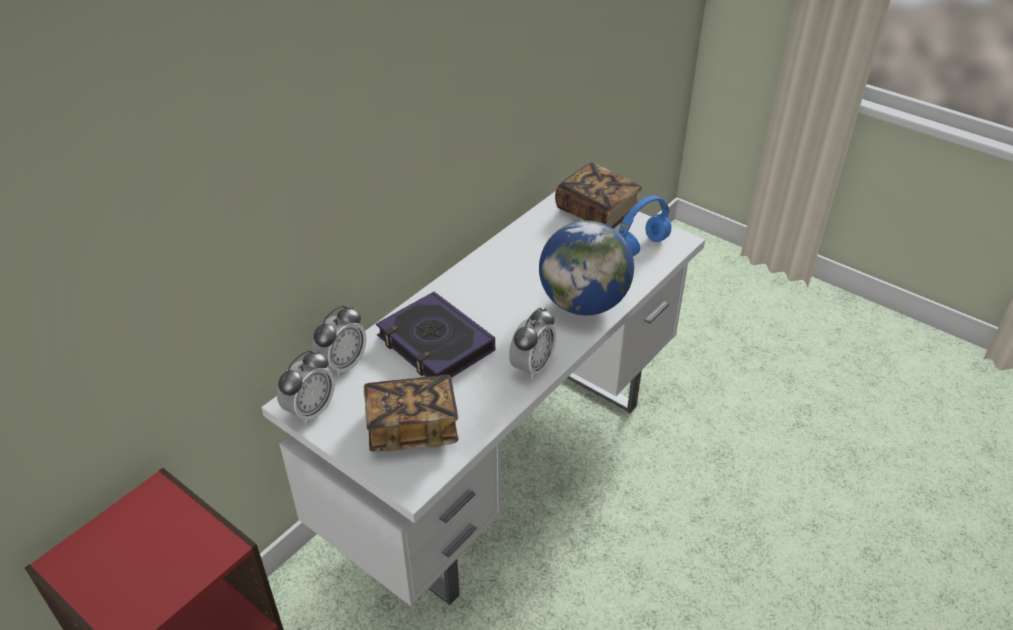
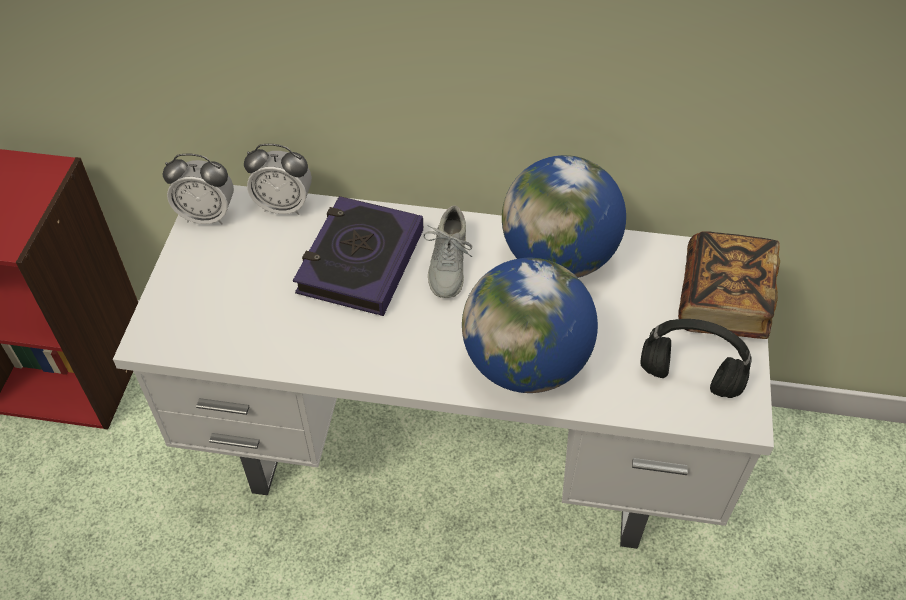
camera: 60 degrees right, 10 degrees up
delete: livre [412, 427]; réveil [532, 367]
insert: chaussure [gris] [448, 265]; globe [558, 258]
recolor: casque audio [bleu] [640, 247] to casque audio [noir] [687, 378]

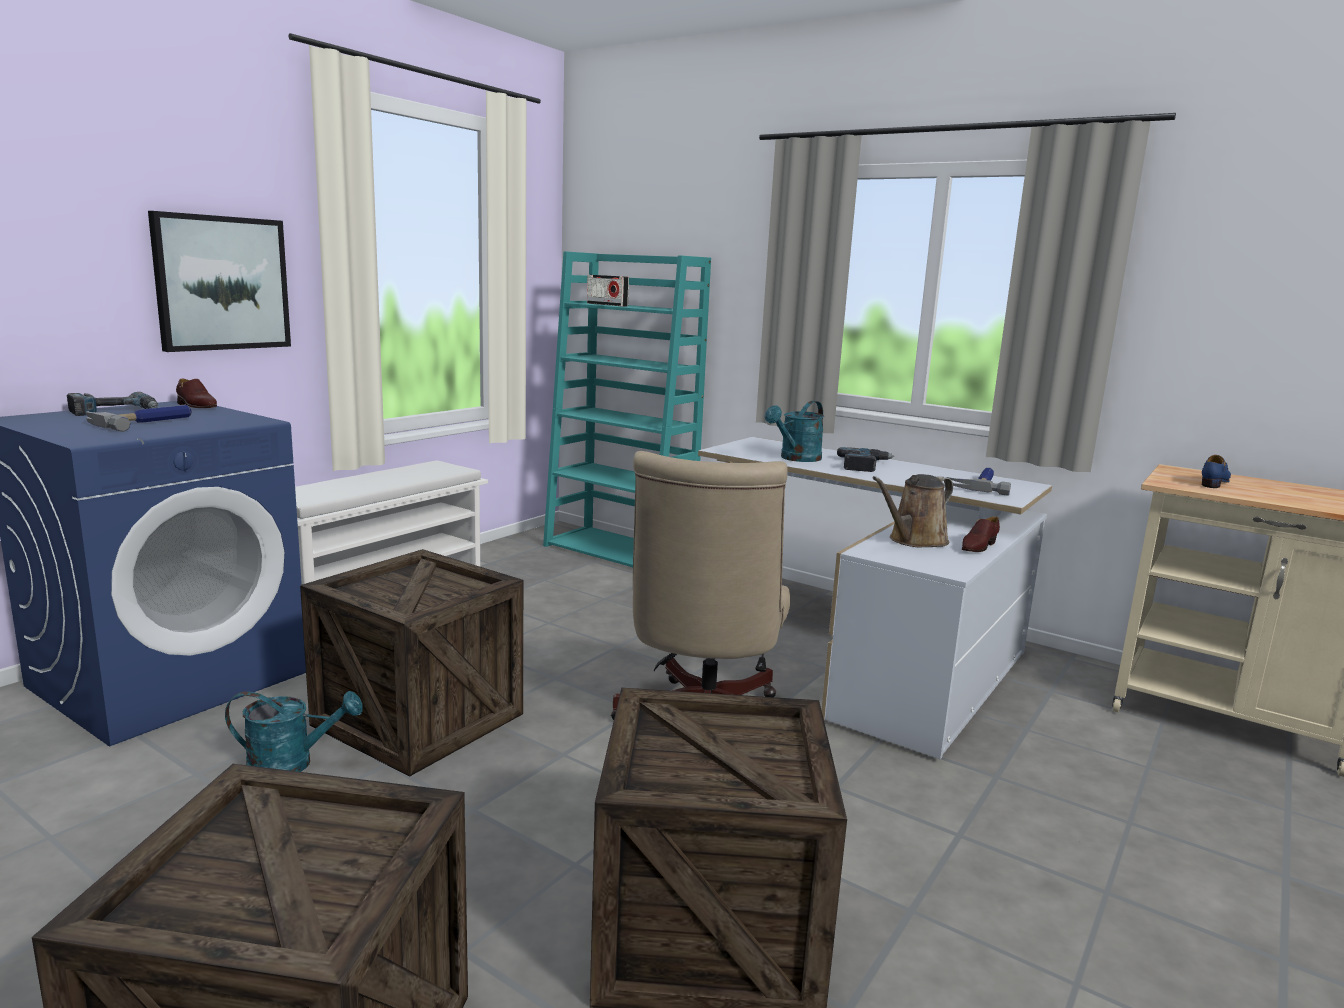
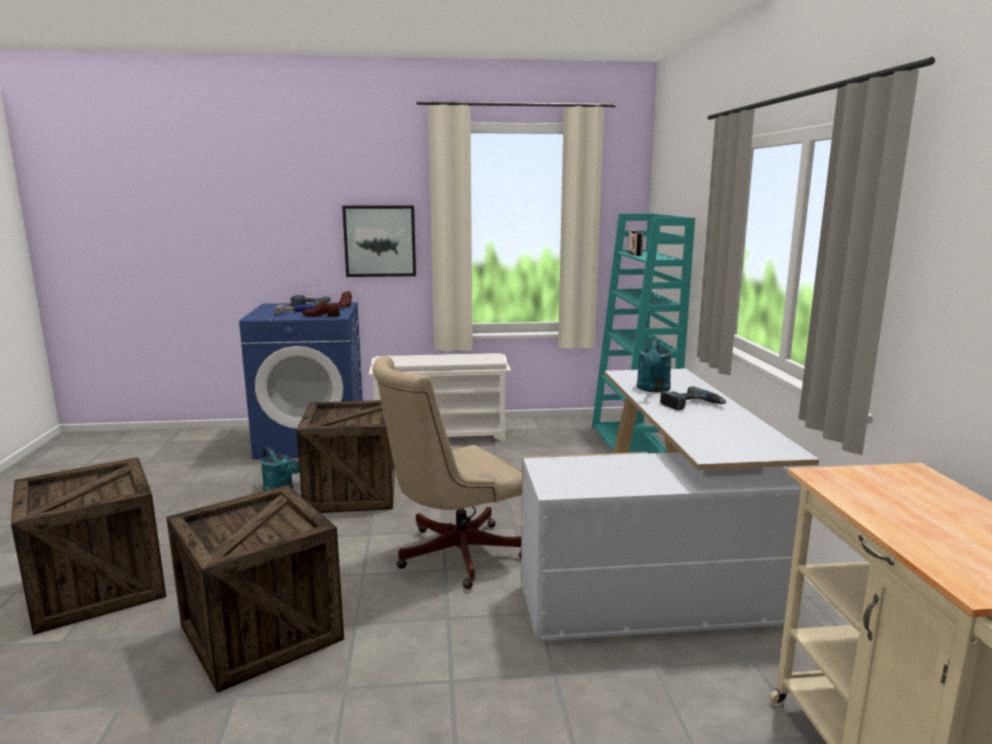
camera: 50 degrees right, 0 degrees up
delete: arrosoir [marron] [914, 541]; marteau [980, 485]; chaussure [bleu] [1214, 482]
move: chaussure [marron] [978, 546] to [321, 316]
rotate: arrosoir [turquoise] [796, 459] = [653, 389] 75 degrees counterclockwise

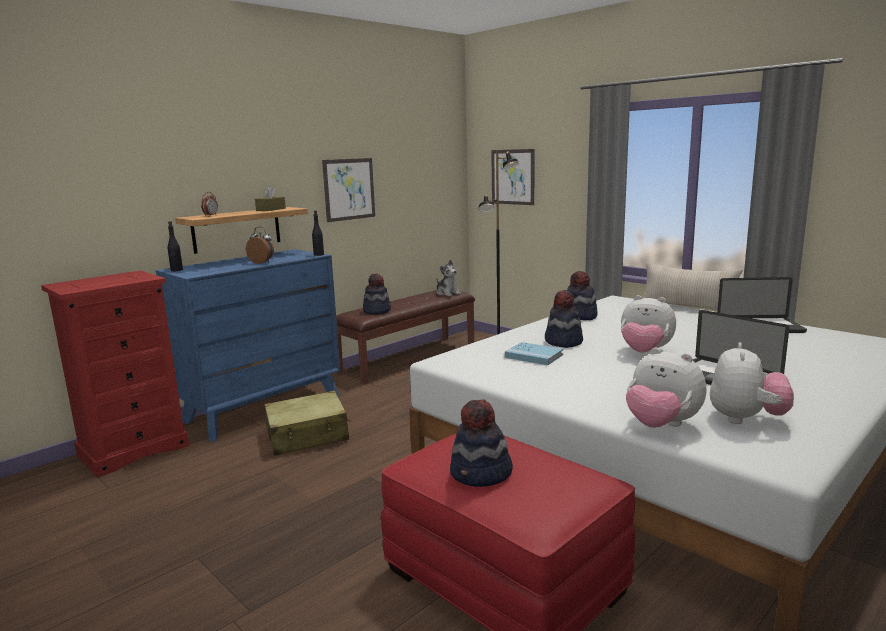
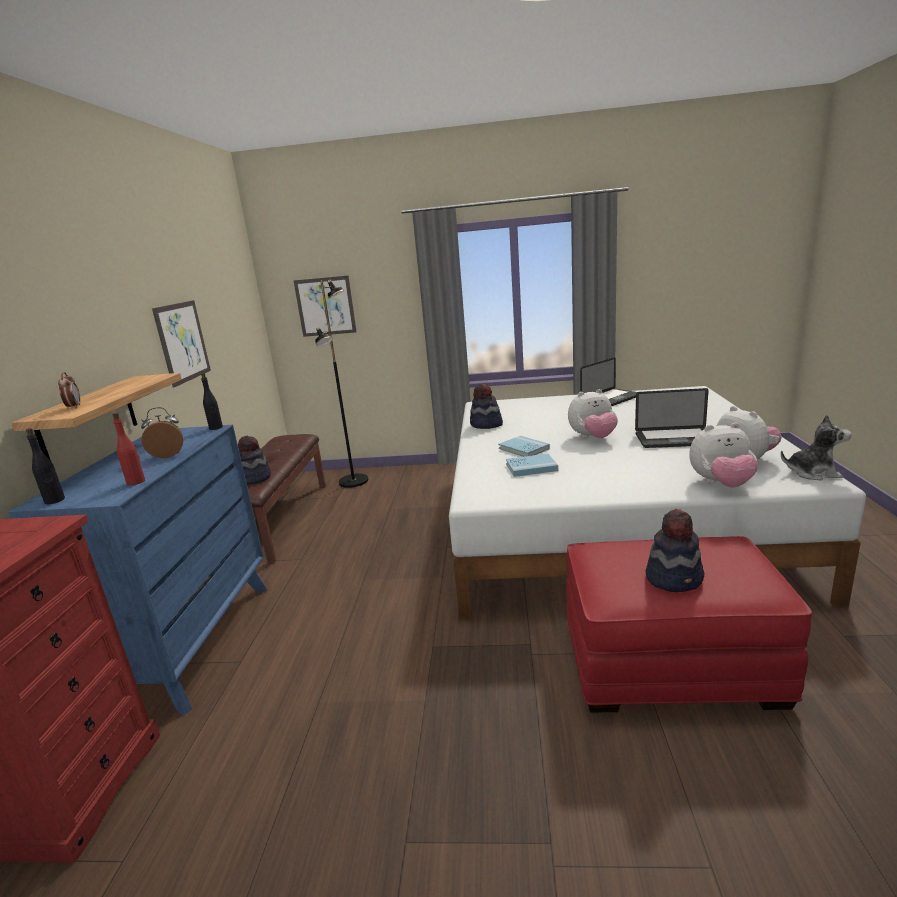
camera: 40 degrees left, 5 degrees up
delete: boîte à mouchoirs [marron] [271, 209]; valise [beige] [308, 436]; coussin [beige] [687, 307]
insert: bouteille [rouge] [136, 482]
move: peluche [447, 293] to [812, 473]
replace: chapeau [563, 342] to livre [bleu] [523, 449]

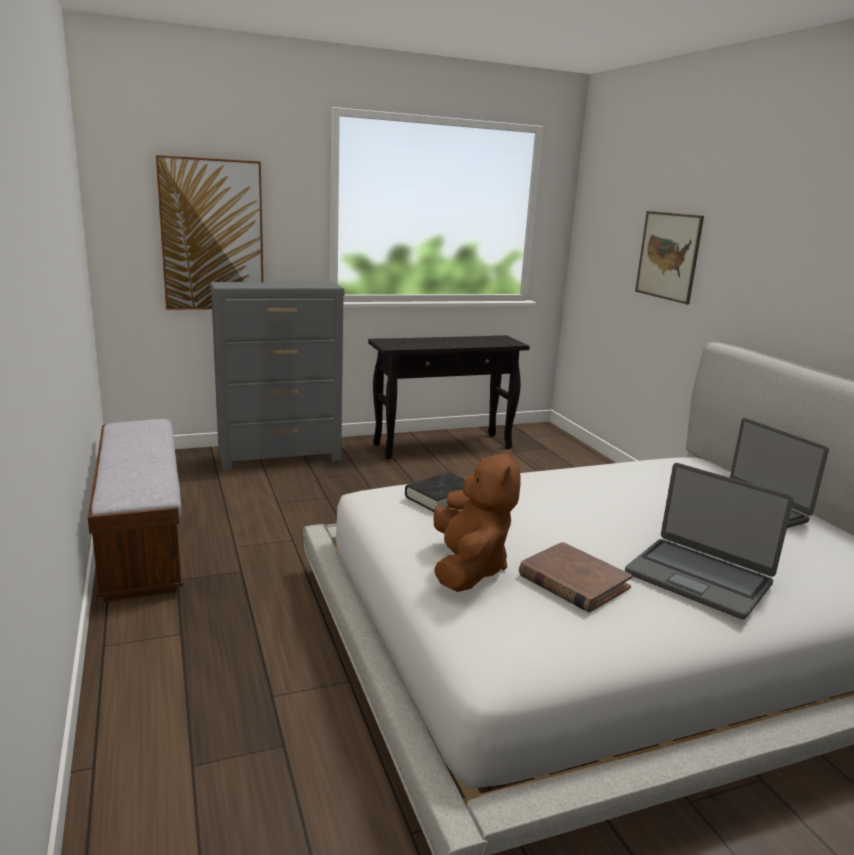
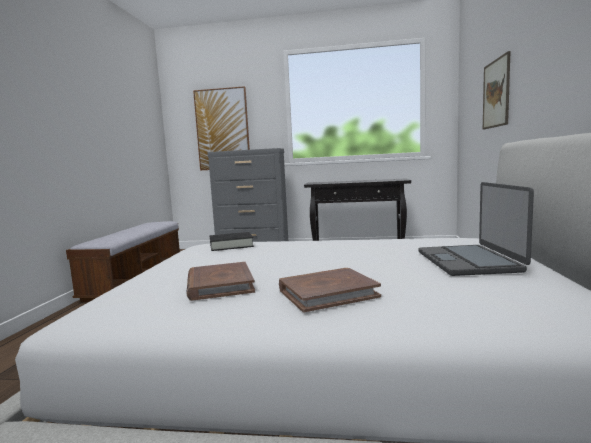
camera: 30 degrees right, 10 degrees down
delete: peluche [marron] [468, 568]
replace: ordinateur portable [698, 578] to livre [marron] [327, 293]

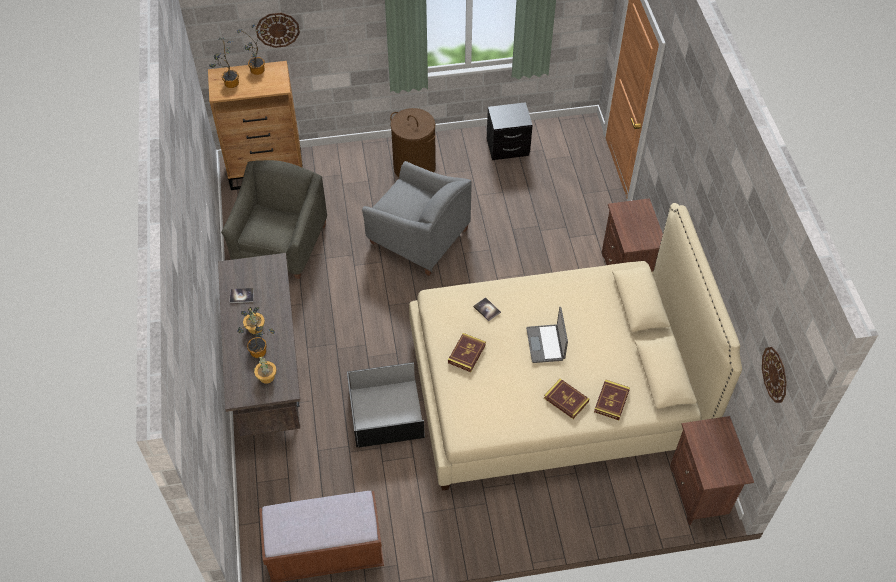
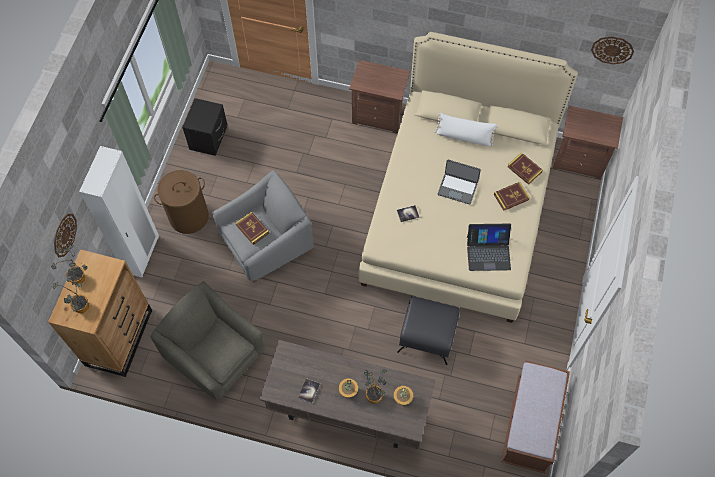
camera: 65 degrees left, 10 degrees up
insert: armoire [blanc] [142, 255]; coussin [blanc] [464, 137]; ordinateur portable [488, 252]
move: livre [466, 354] to [252, 229]
replace: boîte de rangement [noir] [386, 414] to pouf [noir] [428, 335]

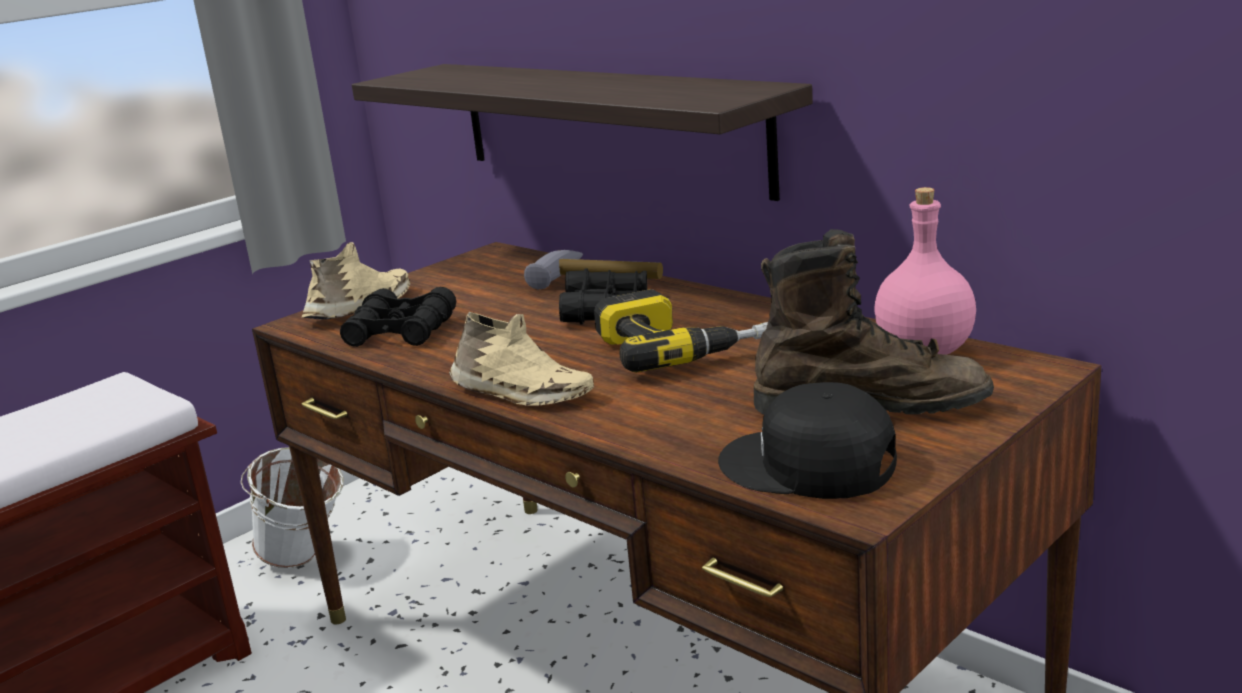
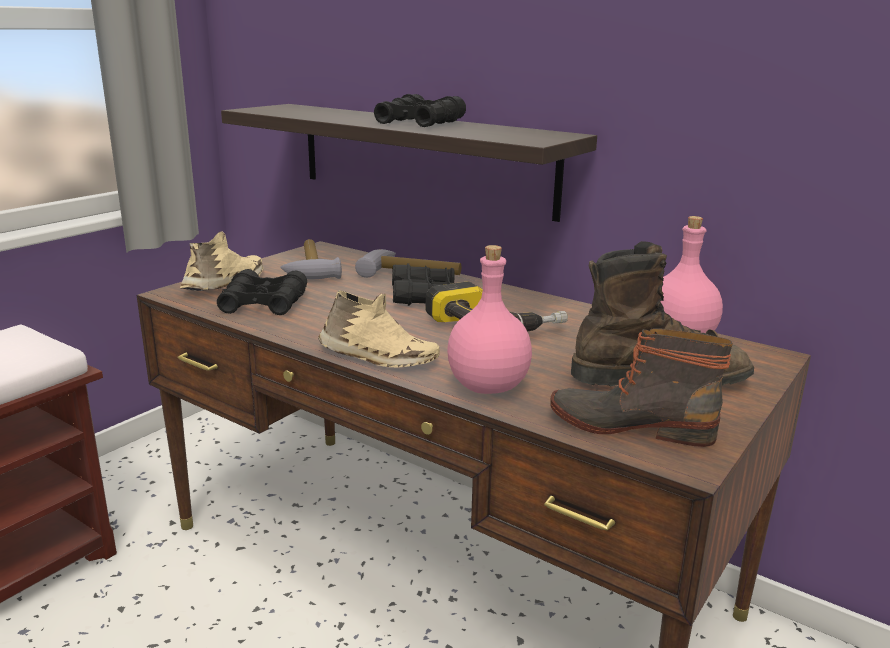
camera: 10 degrees left, 0 degrees up
delete: seau [blanc] [306, 560]
insert: marteau [309, 267]; jumelles [noir] [419, 123]; bouteille [rose] [488, 386]
replace: casquette [noir] [808, 465] to botte [631, 424]

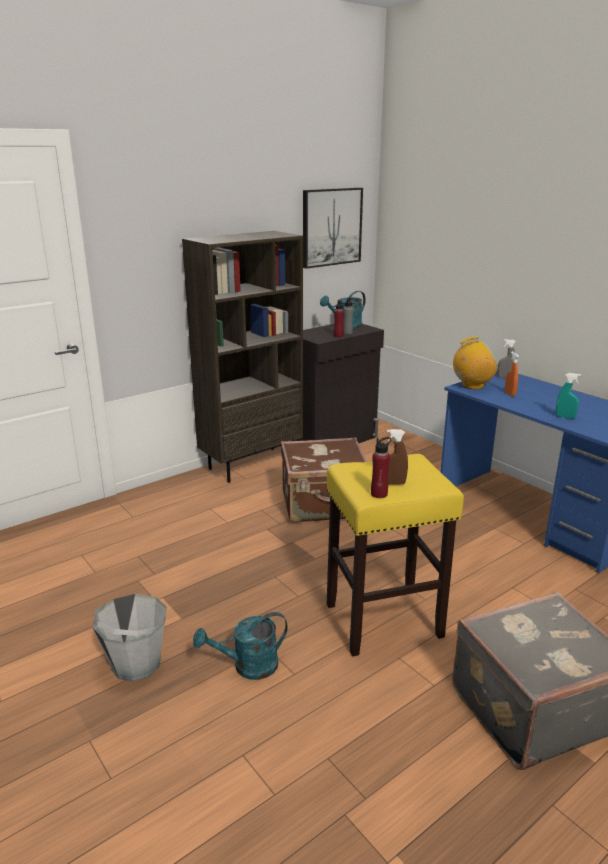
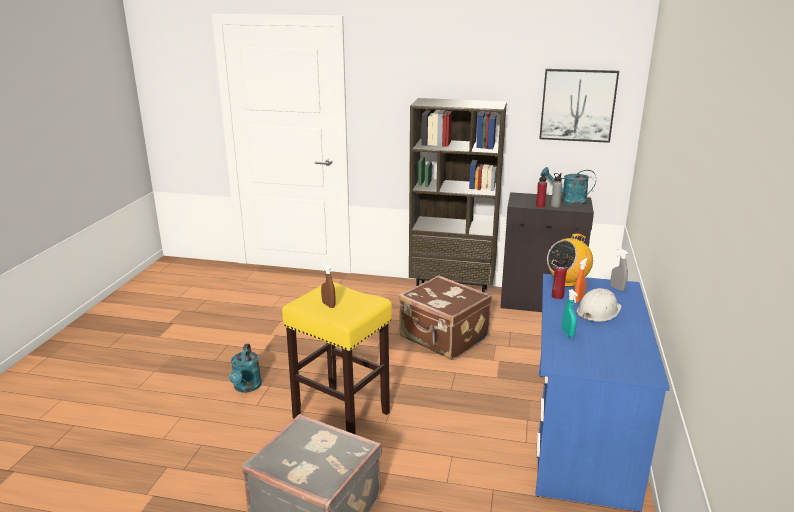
camera: 50 degrees right, 0 degrees up
delete: seau [gris] [135, 663]
insert: casque de chantier [blanc] [598, 311]
move: bouteille [rouge] [379, 494] to [557, 296]
rotate: arrosoir [turquoise] [248, 667] = [246, 387] 120 degrees counterclockwise; radio [472, 385] = [567, 282] 105 degrees clockwise

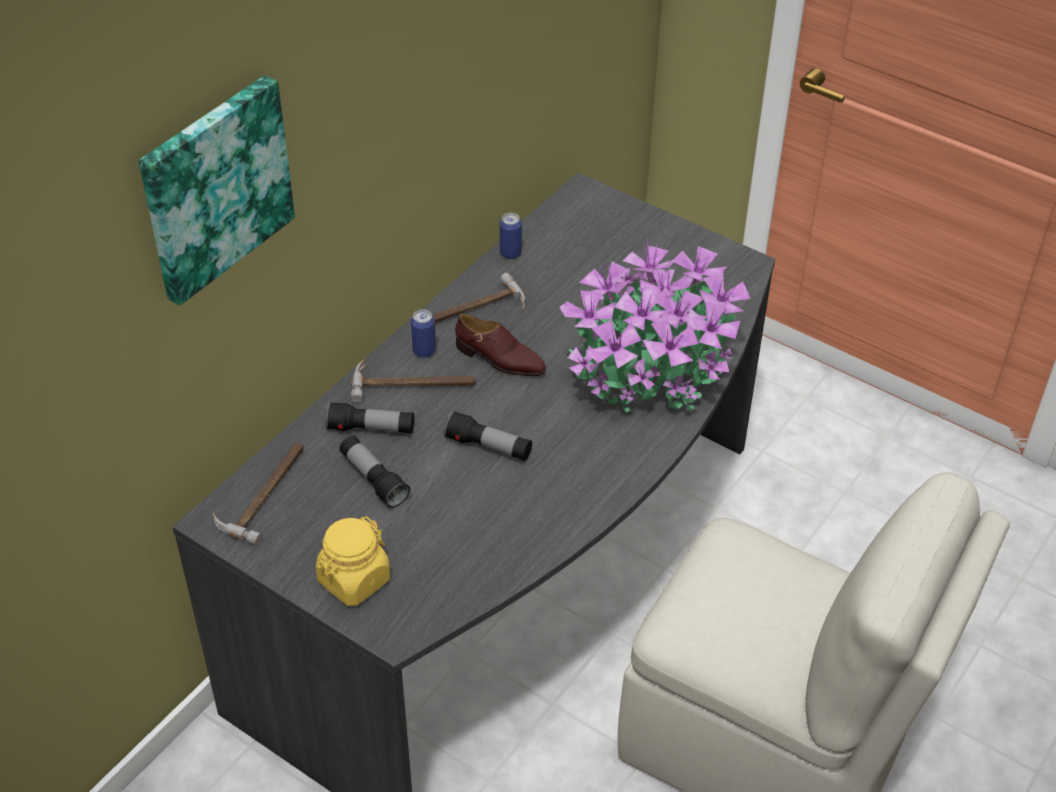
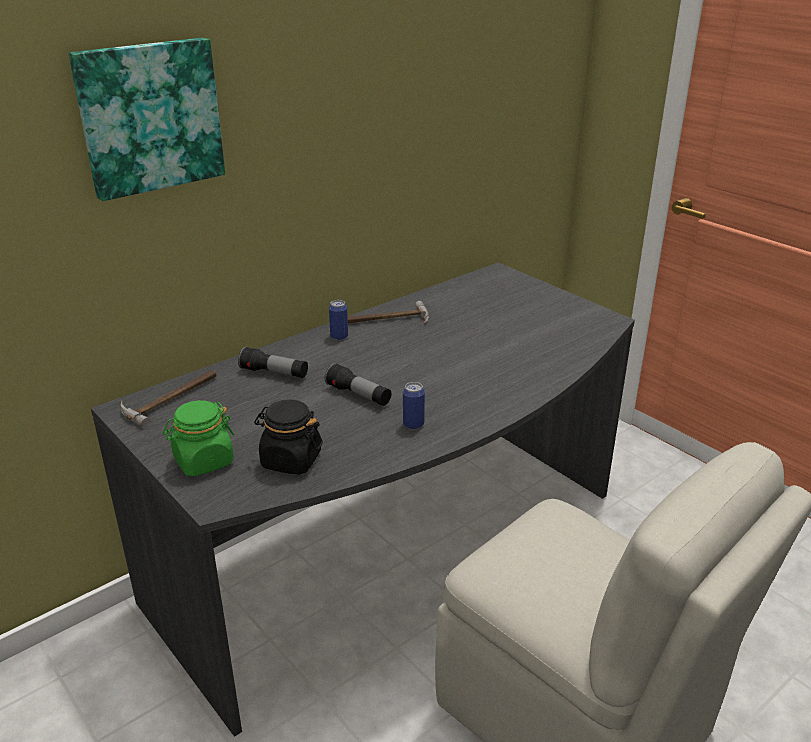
camera: 15 degrees right, 15 degrees down
delete: lampe de poche [373, 479]; marteau [413, 383]; chaussure [marron] [499, 359]; plante en pot [650, 370]
insert: bocal [noir] [290, 460]
move: boîte métallique [510, 253] to [413, 424]
recolor: bocal [jaune] [353, 580] to bocal [vert] [203, 461]

